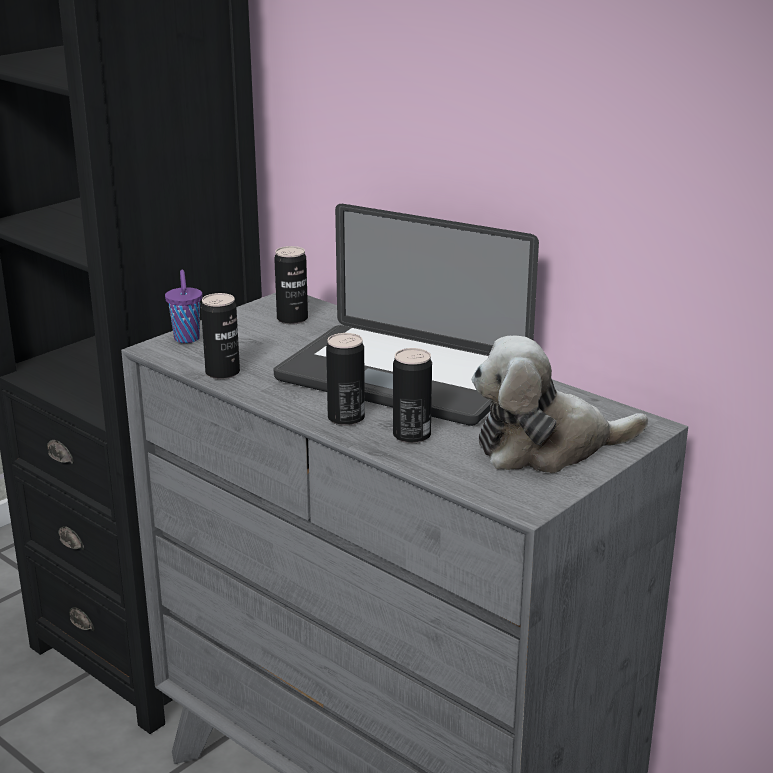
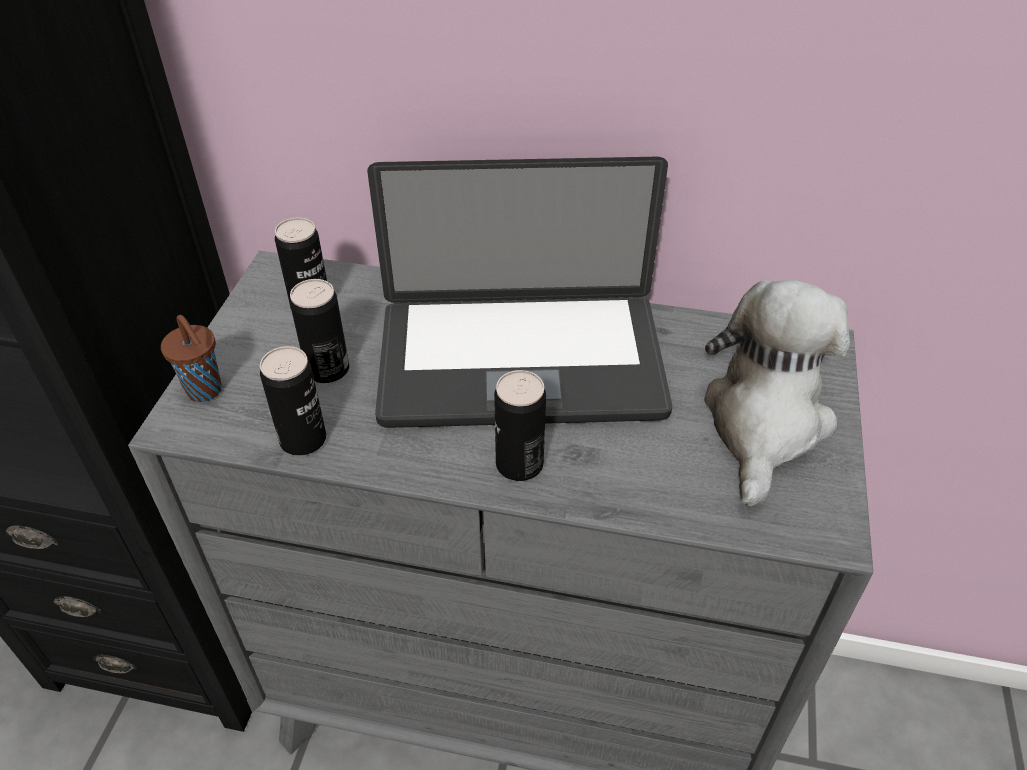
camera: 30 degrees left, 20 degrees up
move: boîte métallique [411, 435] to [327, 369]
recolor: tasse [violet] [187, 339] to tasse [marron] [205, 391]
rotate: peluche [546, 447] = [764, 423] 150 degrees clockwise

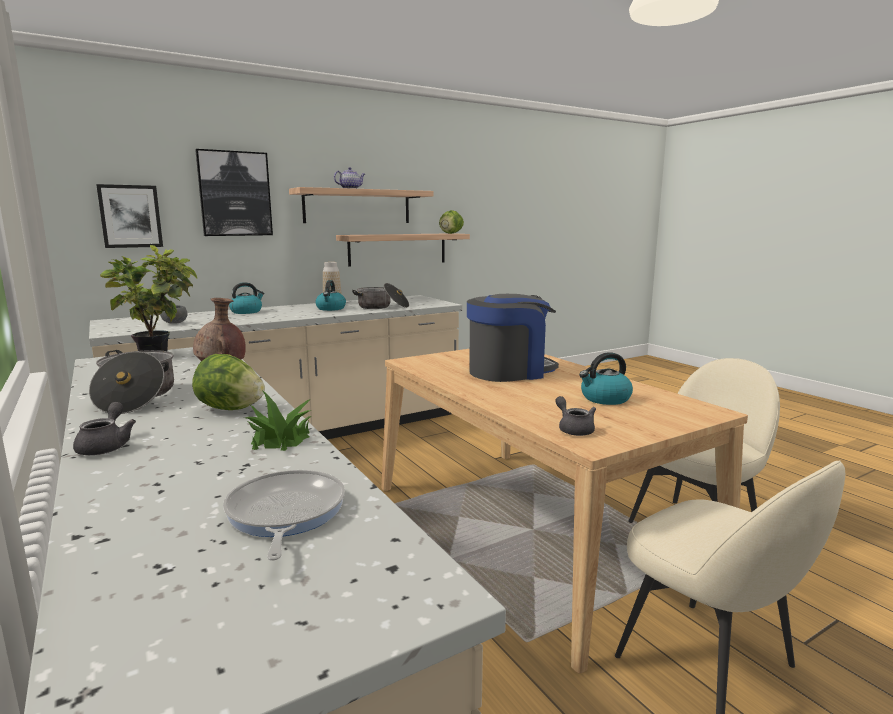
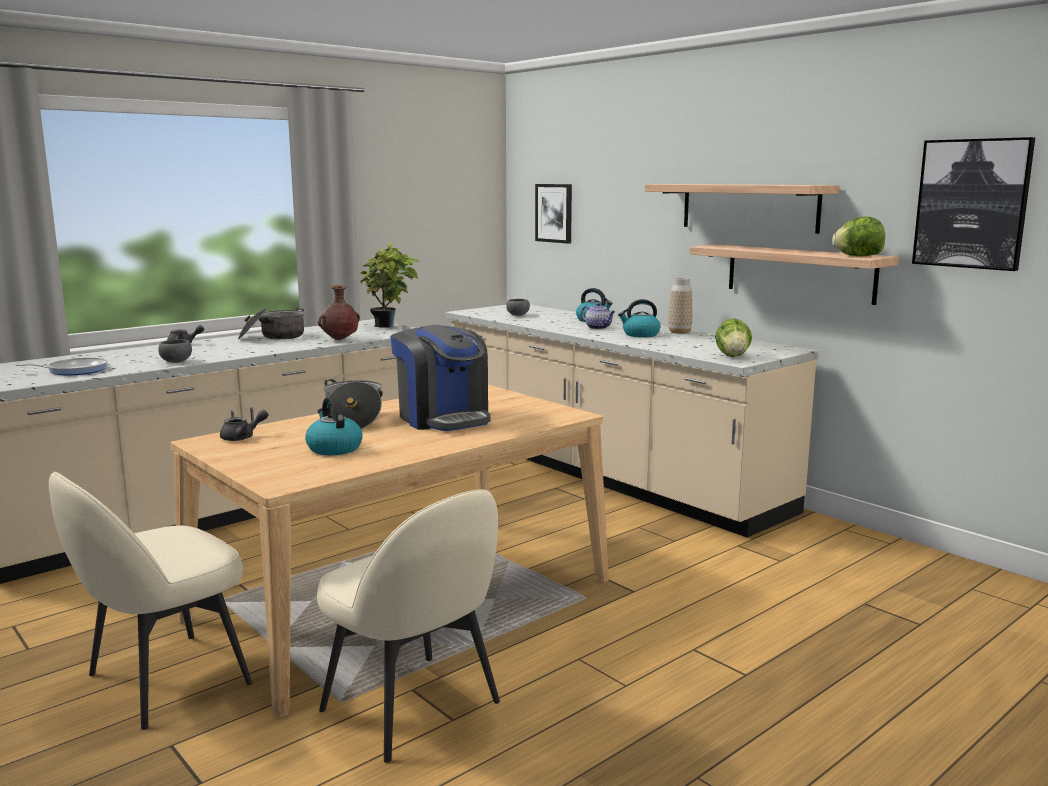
camera: 80 degrees right, 0 degrees up
move: laitue [230, 409] to [733, 356]; tableau [235, 194] to [972, 204]; théière [350, 189] to [598, 328]; marmite [382, 307] to [353, 419]
replace: plante en pot [280, 439] to bol [gris] [176, 361]

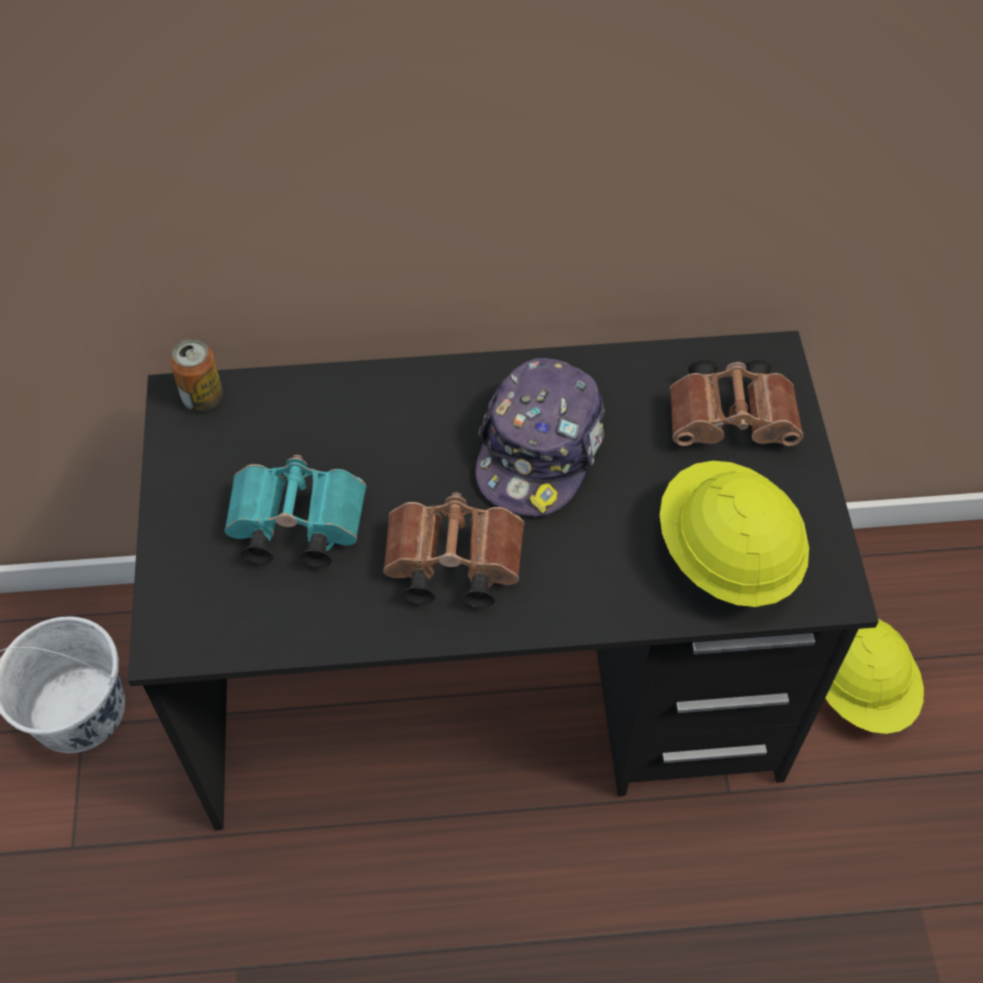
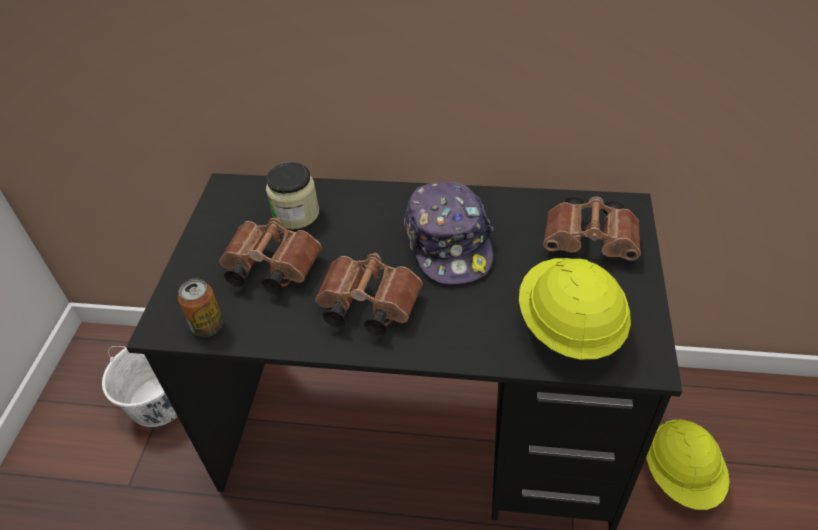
camera: 15 degrees right, 10 degrees down
insert: bocal [296, 214]
move: boîte métallique [203, 398] to [208, 326]
recolor: jumelles [turquoise] [293, 527] to jumelles [marron] [269, 268]
rotate: casquette [540, 450] = [449, 244] 45 degrees counterclockwise

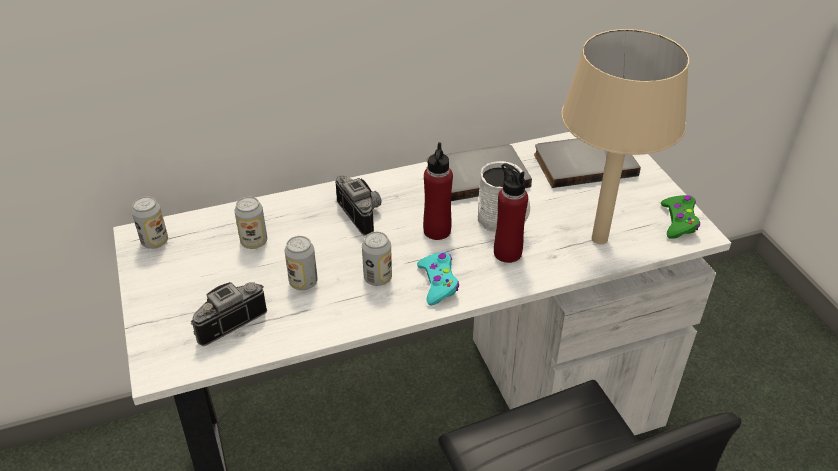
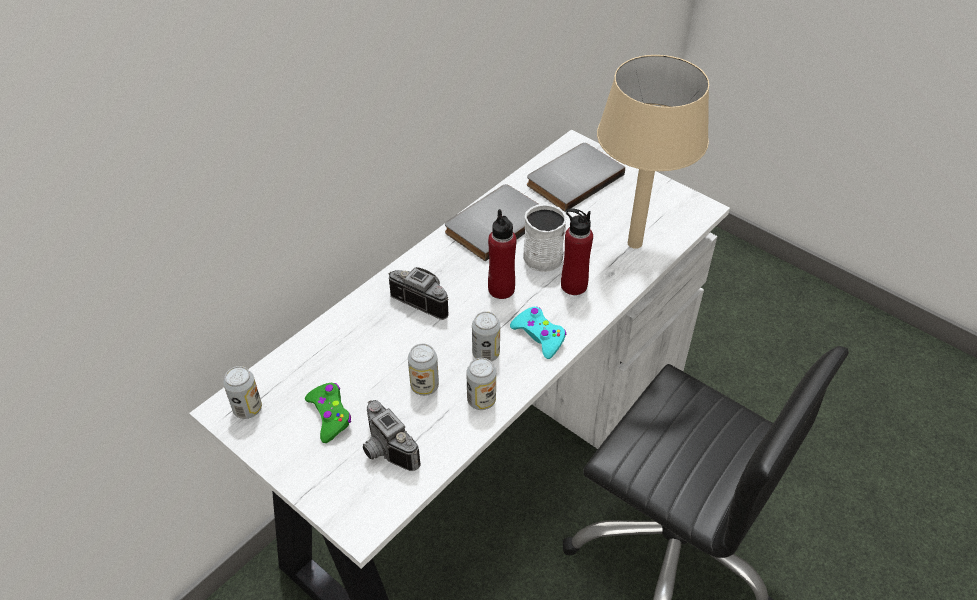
camera: 30 degrees left, 5 degrees up
move: boîte métallique [254, 242] to [481, 400]; manette [vert] [679, 221] to [330, 415]
rotate: appareil photo [227, 319] = [384, 451] 60 degrees counterclockwise

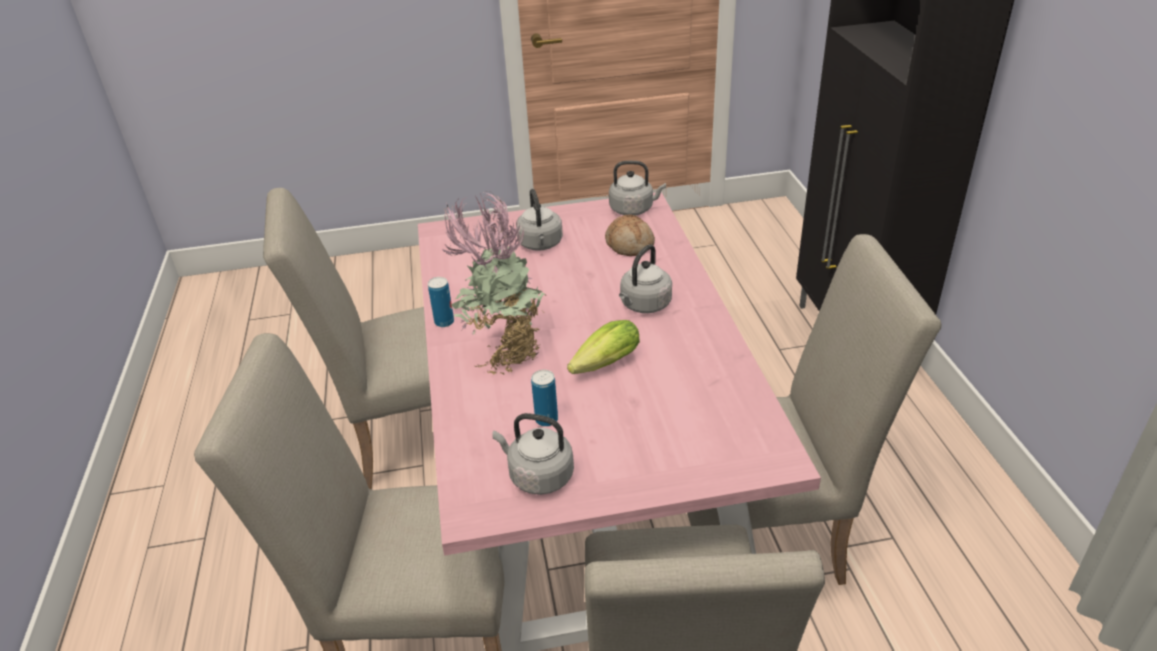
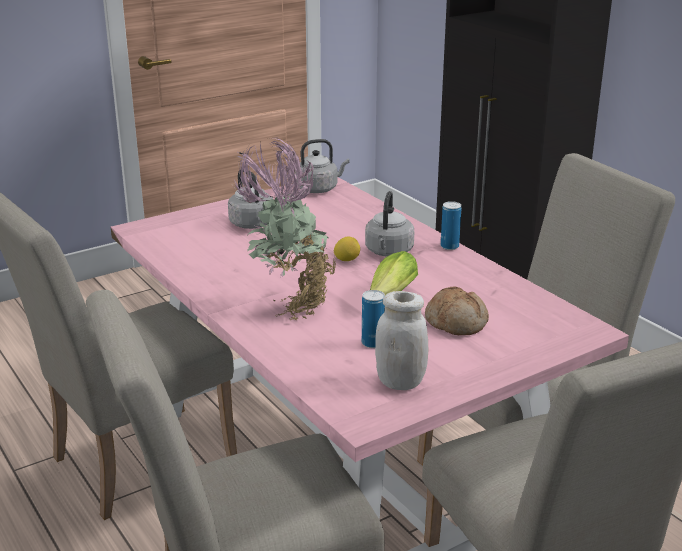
camera: 25 degrees left, 10 degrees down
insert: citron [347, 260]
move: boîte métallique [444, 322] to [449, 246]; pain [630, 244] to [456, 322]
replace: bouilloire [gris] [538, 476] to bocal [blanc] [400, 382]

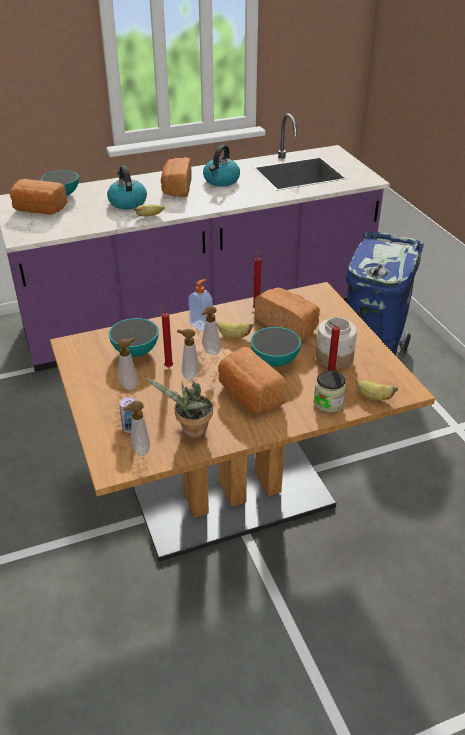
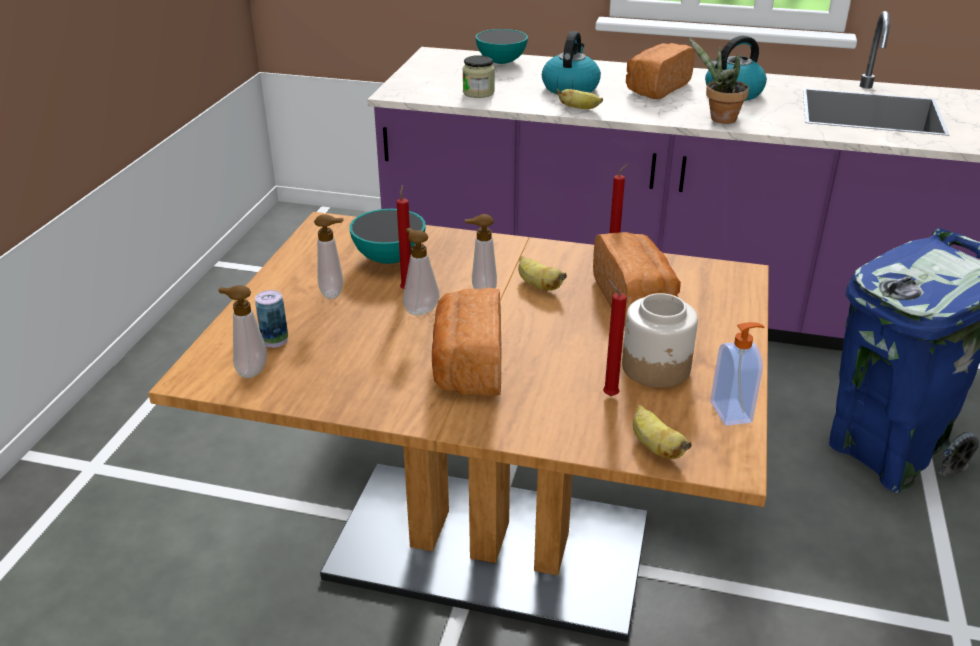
camera: 35 degrees right, 5 degrees down
delete: pain [39, 210]; bol [274, 361]
move: plante en pot [191, 431] to [719, 119]; distributeur de savon [202, 325] to [732, 412]; bocal [328, 403] to [478, 93]

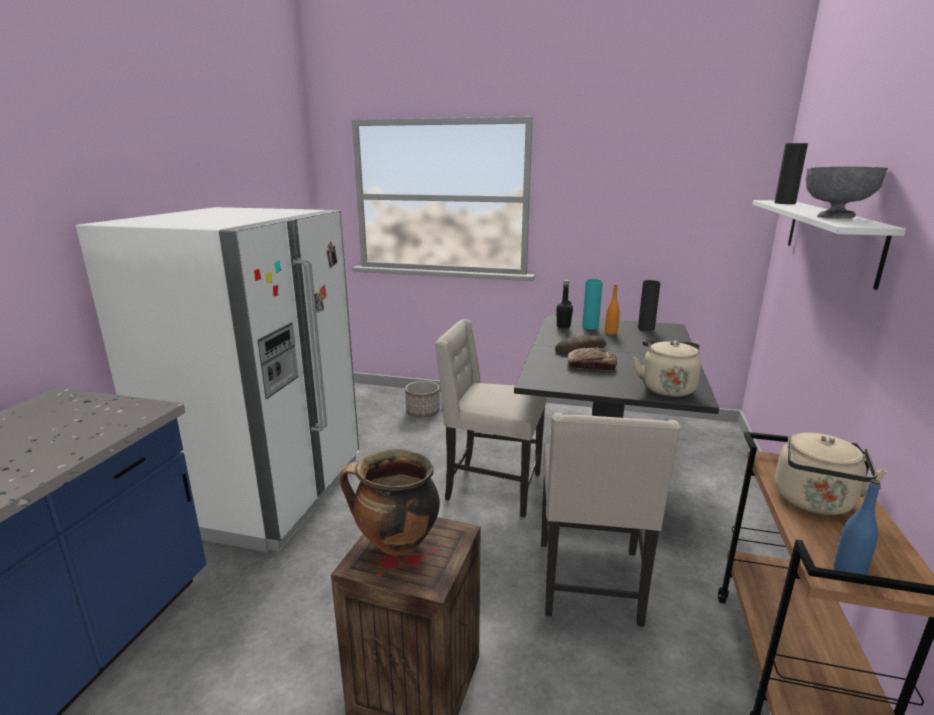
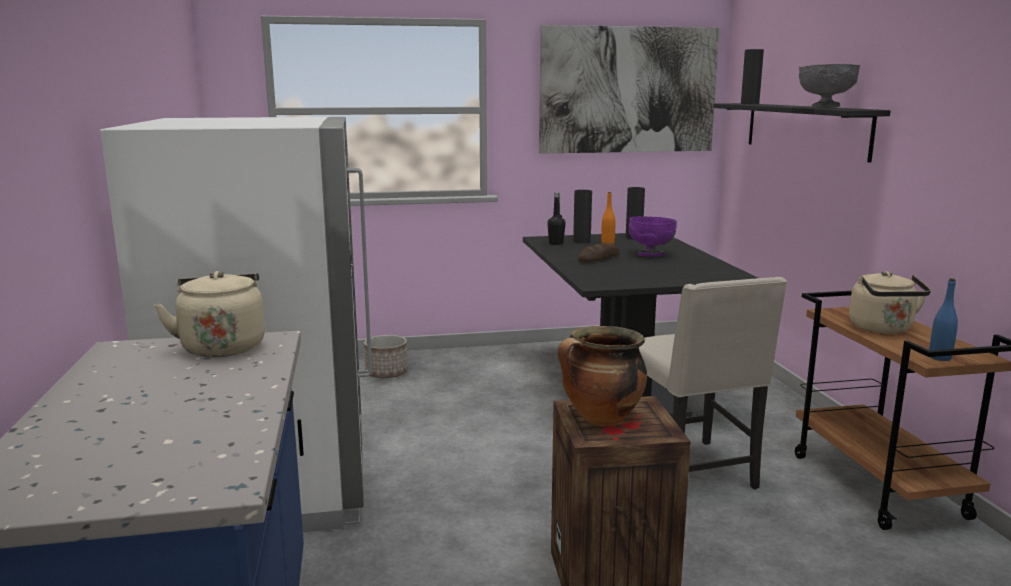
camera: 25 degrees left, 5 degrees down
delete: chaise [beige] [491, 487]; pain [591, 366]
insert: tableau [628, 90]; bol [violet] [651, 255]
move: bouilloire [beige] [666, 388] to [222, 346]
recolor: vase [turquoise] [590, 327] to vase [noir] [581, 241]; étagère [blanc] [830, 237] to étagère [noir] [804, 129]

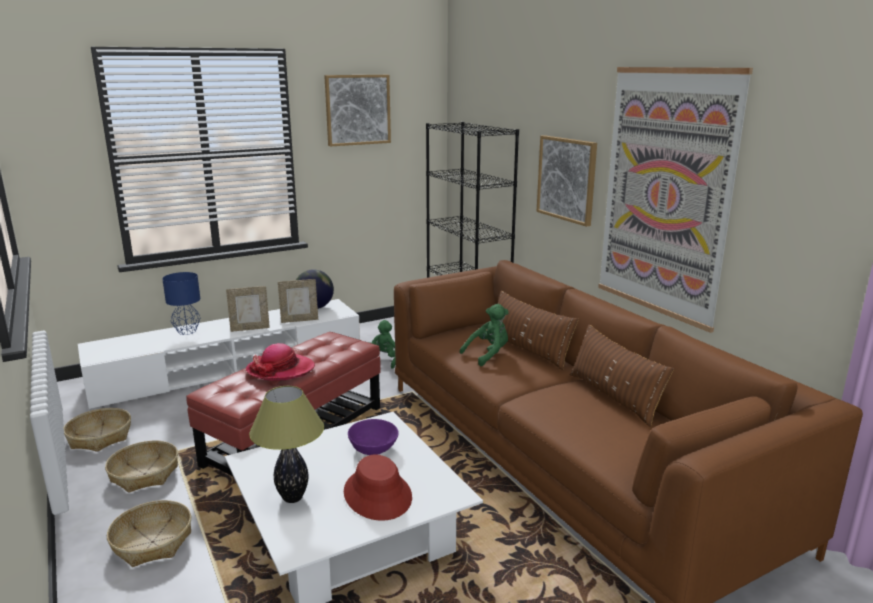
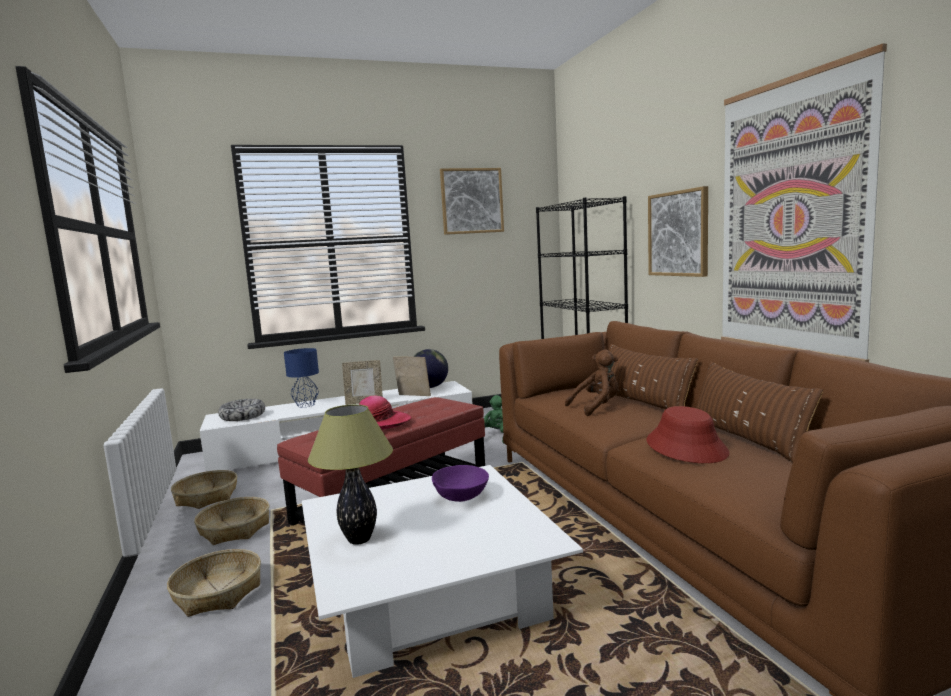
camera: 10 degrees right, 10 degrees down
insert: bol [242, 416]
move: chapeau [rouge] [378, 495] to [686, 447]
recolor: peluche [vert] [488, 355] to peluche [marron] [597, 407]
rotate: cadre photo [299, 320] = [413, 396] 150 degrees counterclockwise

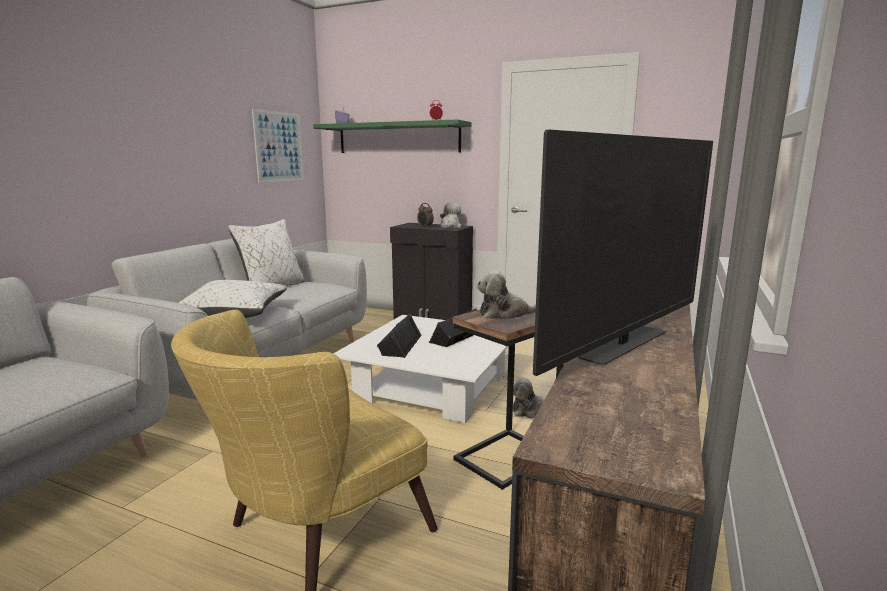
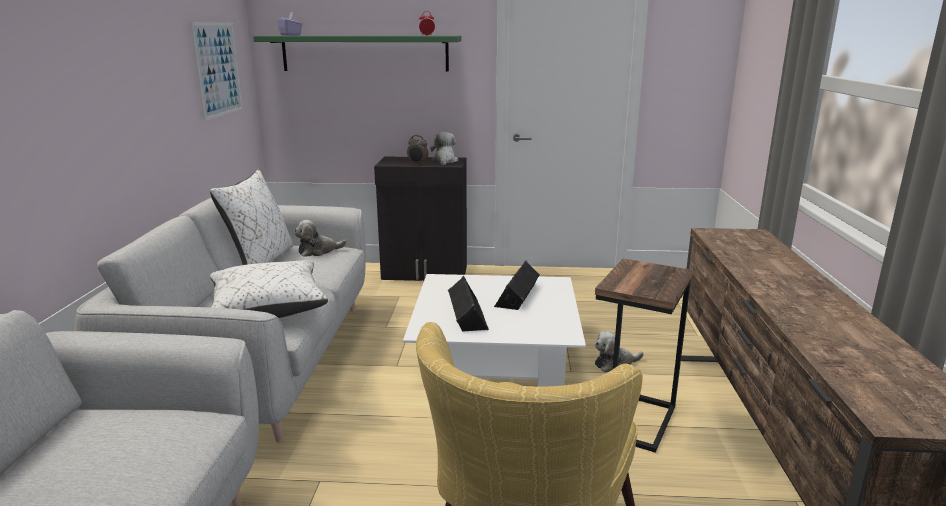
camera: 20 degrees left, 5 degrees up
delete: téléviseur [624, 345]
move: peluche [505, 314] to [318, 251]

